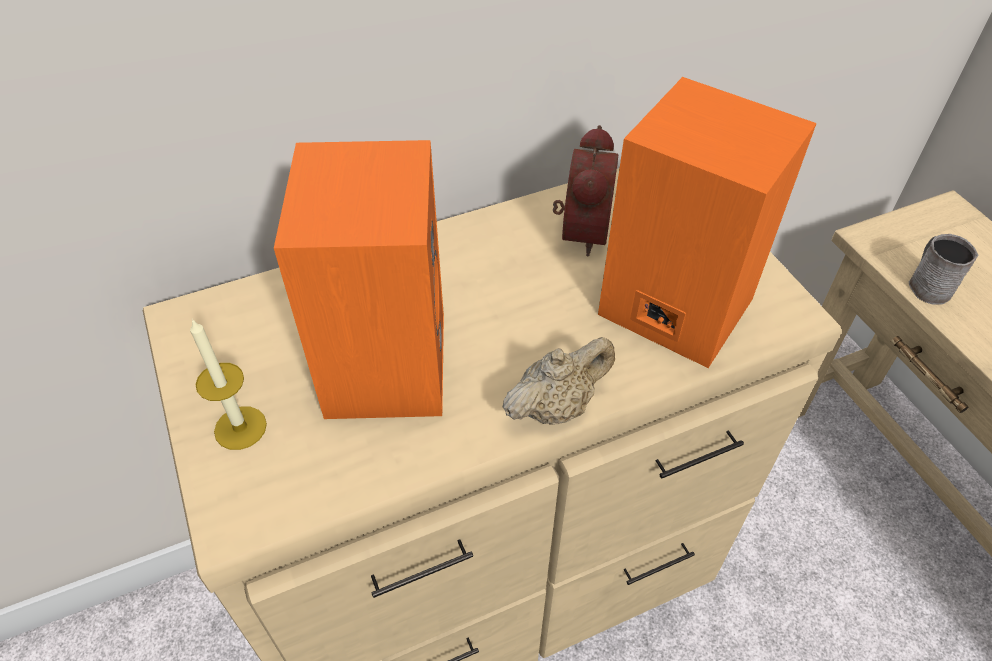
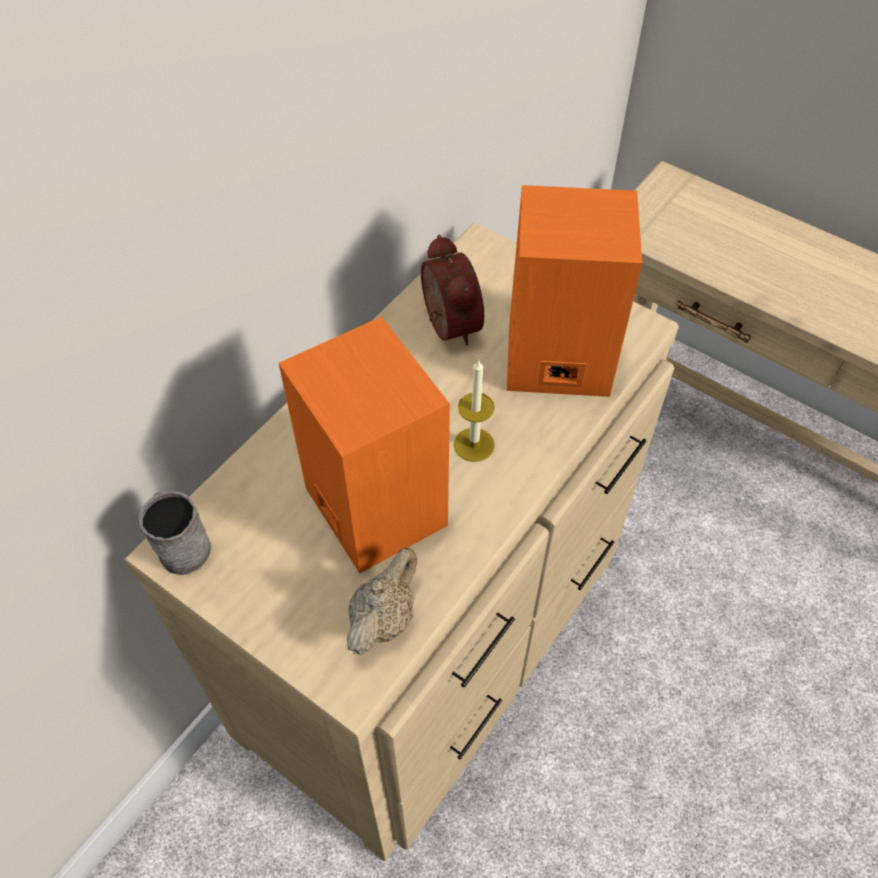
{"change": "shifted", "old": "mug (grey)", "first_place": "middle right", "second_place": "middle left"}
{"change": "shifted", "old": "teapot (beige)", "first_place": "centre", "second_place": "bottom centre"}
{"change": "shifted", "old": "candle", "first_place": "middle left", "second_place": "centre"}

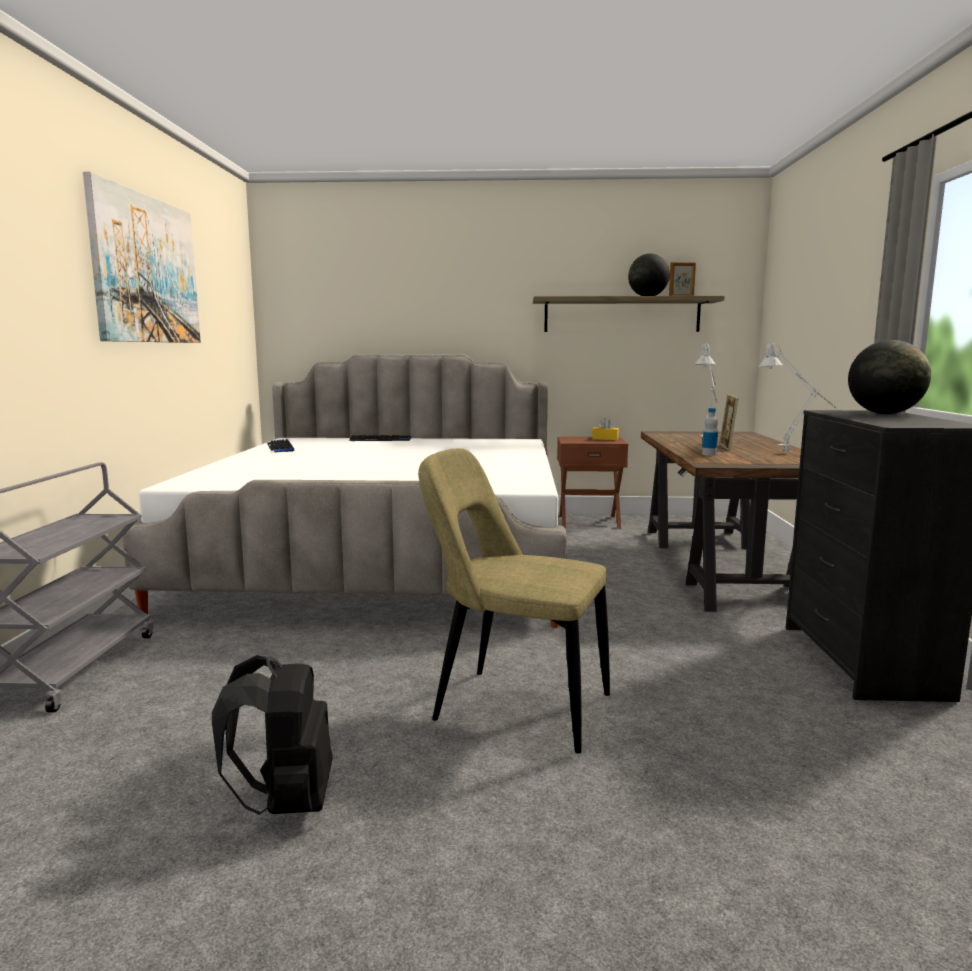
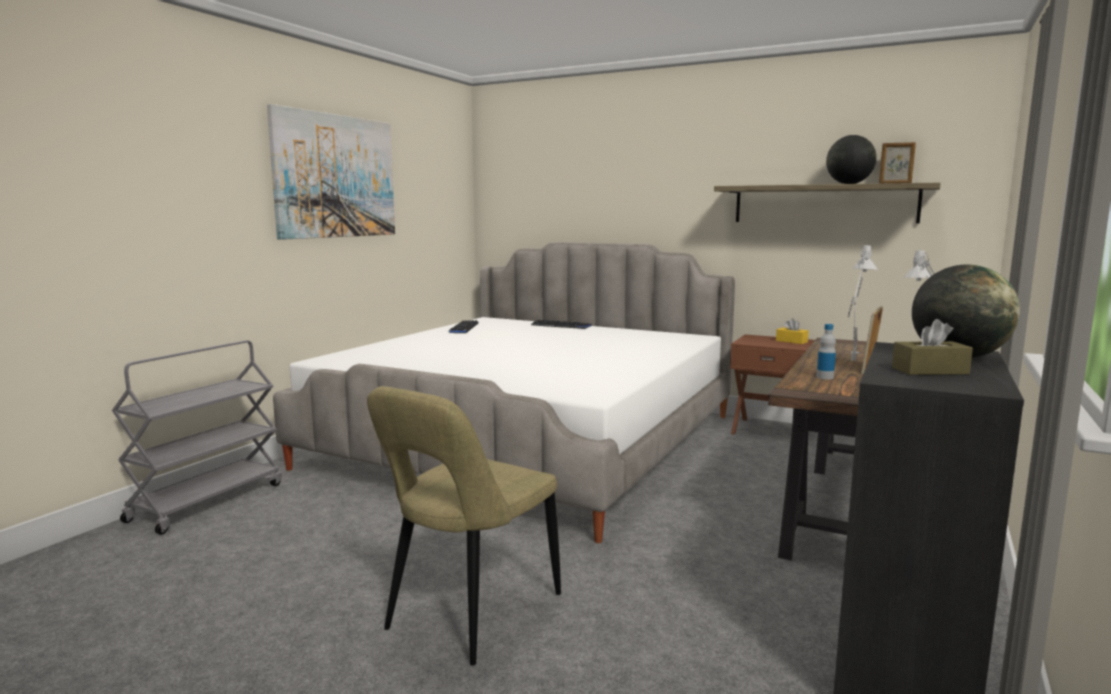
{"change": "rotated", "old": "chair (beige)", "first_place": "centre", "second_place": "bottom centre", "degrees": -105}
{"change": "new", "new": "tissue box (brown)", "second_place": "middle right"}
{"change": "gone", "old": "backpack (black)", "first_place": "bottom left"}

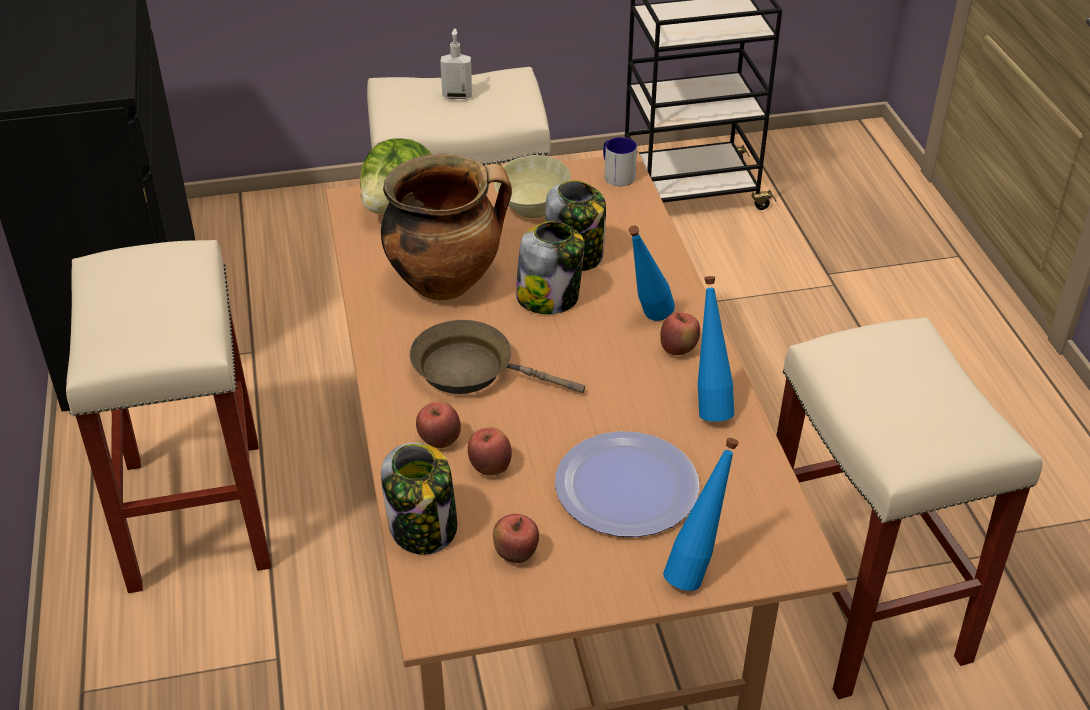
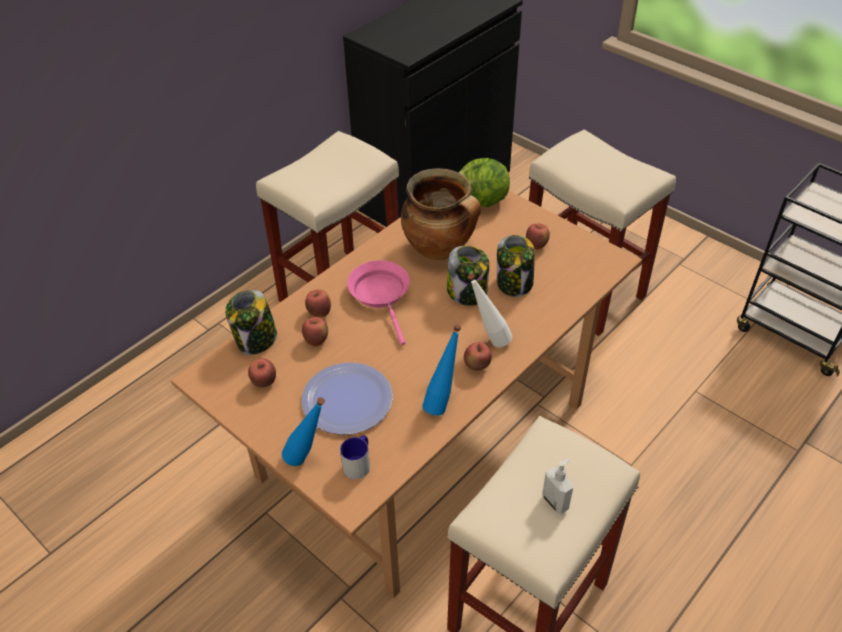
{"change": "shifted", "old": "mug", "first_place": "top centre", "second_place": "bottom centre"}
{"change": "repainted", "old": "frying pan (brown)", "new": "frying pan (pink)", "first_place": "centre", "second_place": "centre"}
{"change": "repainted", "old": "bottle (blue) (no. 1 from left)", "new": "bottle (white)", "first_place": "centre", "second_place": "centre"}
{"change": "swapped", "old": "bowl (beige)", "new": "apple (no. 5 from left)", "first_place": "top centre", "second_place": "centre"}
{"change": "shifted", "old": "soap dispenser", "first_place": "top centre", "second_place": "bottom centre"}

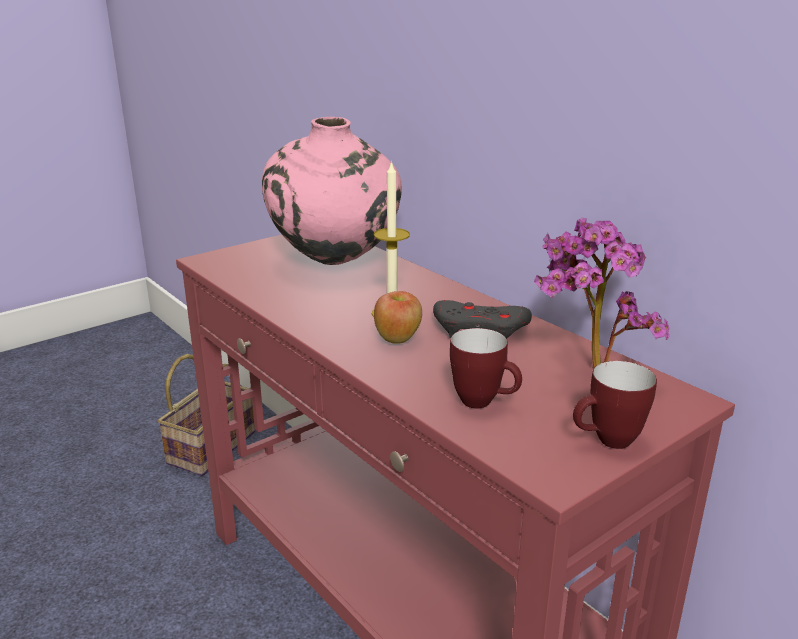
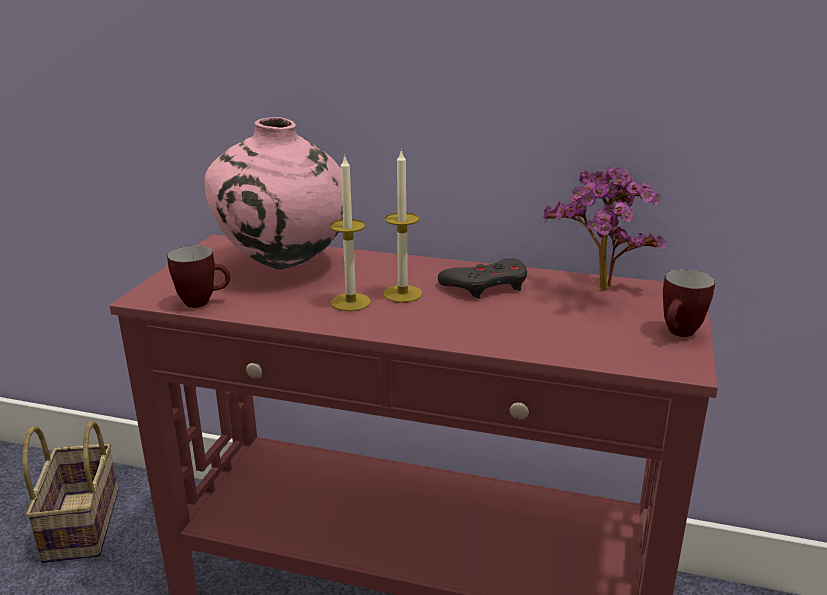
{"change": "shifted", "old": "mug (no. 1 from left)", "first_place": "centre", "second_place": "middle left"}
{"change": "new", "new": "candle (no. 1 from left)", "second_place": "centre"}
{"change": "gone", "old": "apple", "first_place": "centre"}

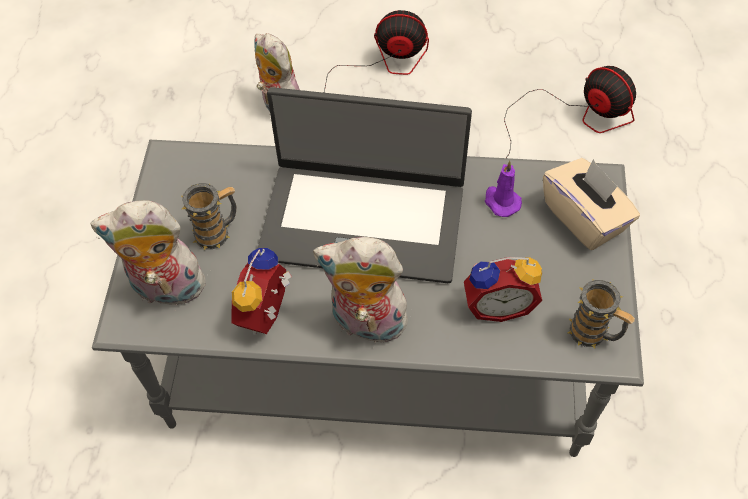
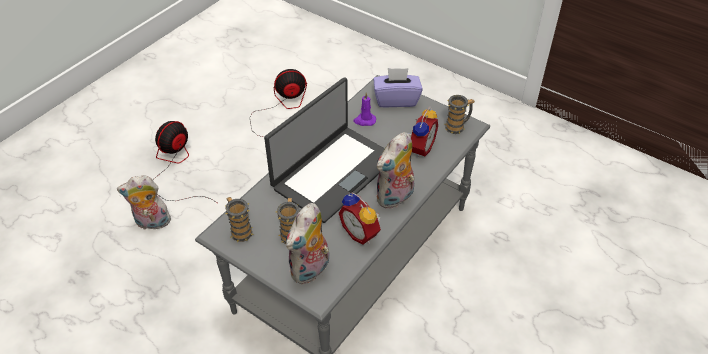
{"change": "new", "new": "mug (no. 1 from left)", "second_place": "centre"}
{"change": "repainted", "old": "tissue box (beige)", "new": "tissue box (purple)", "first_place": "middle right", "second_place": "top centre"}

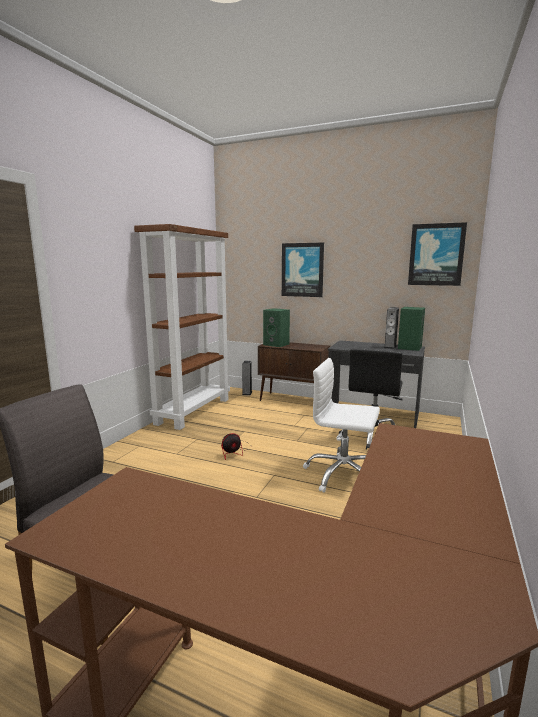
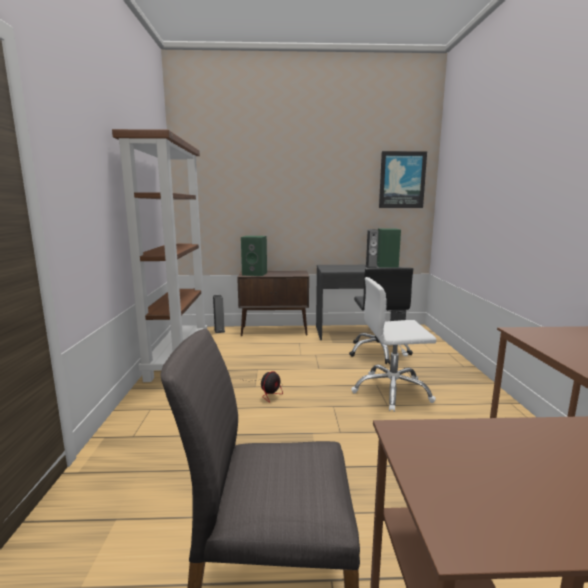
{"change": "gone", "old": "picture (no. 1 from left)", "first_place": "centre"}

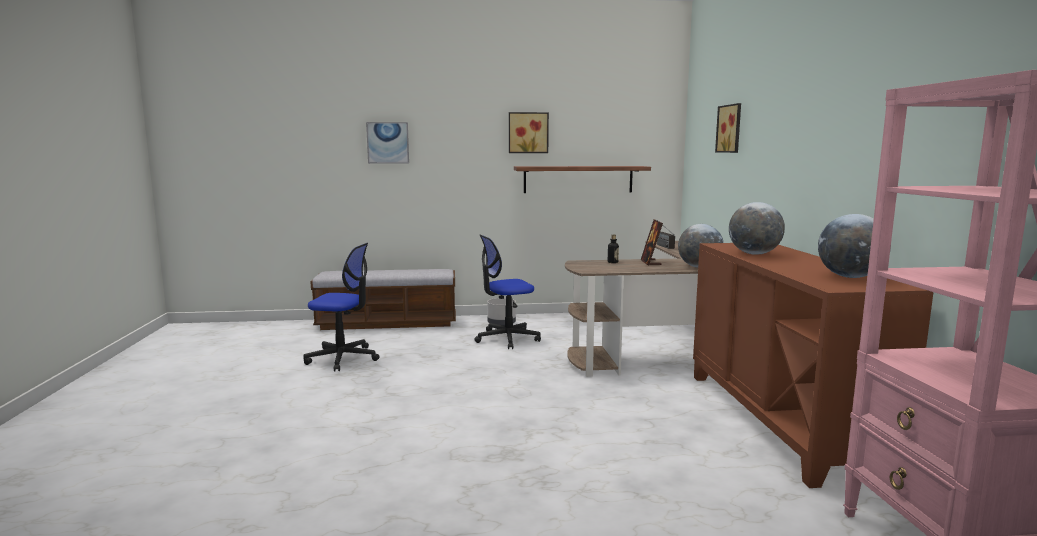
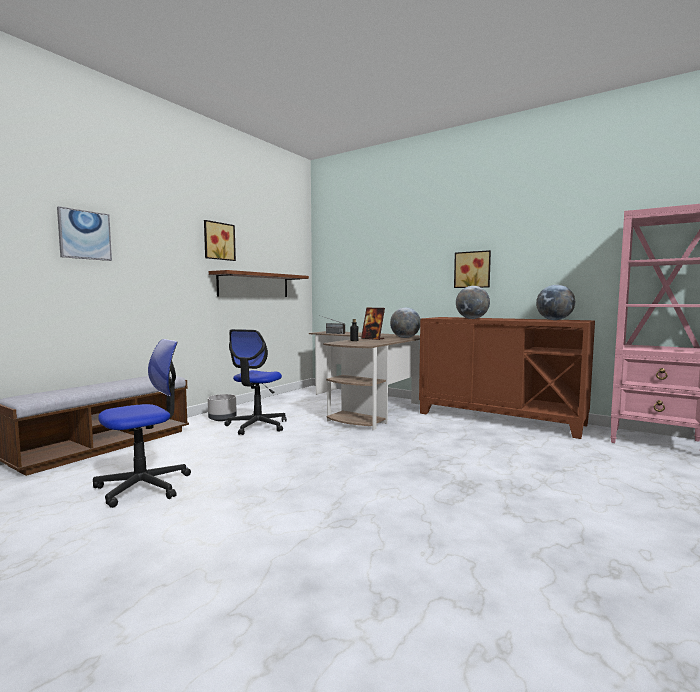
{"change": "shifted", "old": "picture (no. 3 from left)", "first_place": "top right", "second_place": "middle right"}

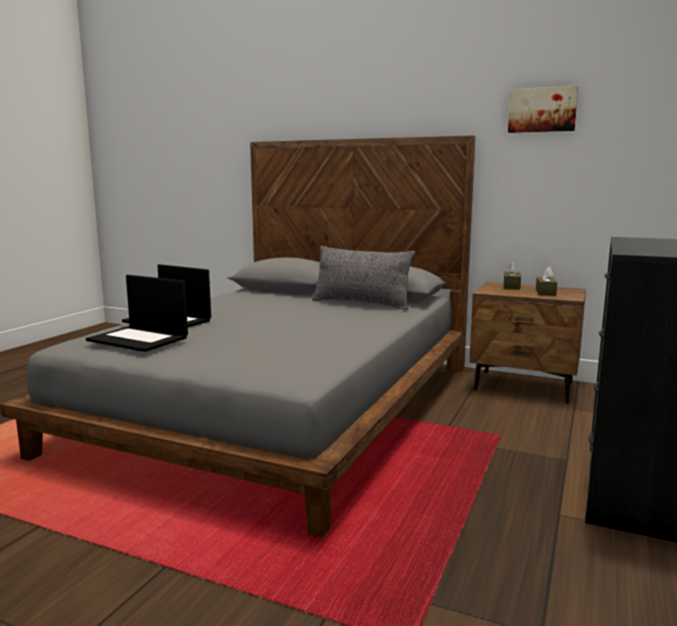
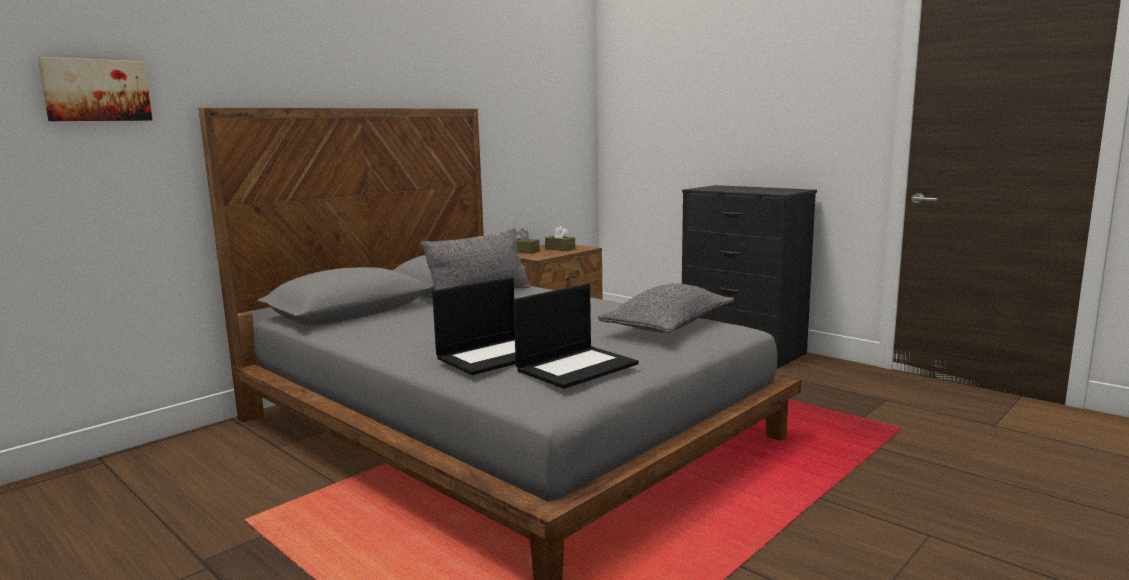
{"change": "shifted", "old": "picture", "first_place": "top right", "second_place": "top left"}
{"change": "new", "new": "pillow (grey) (no. 2 from left)", "second_place": "centre"}

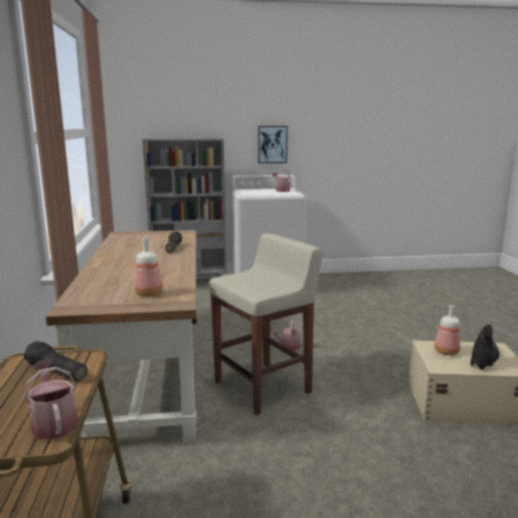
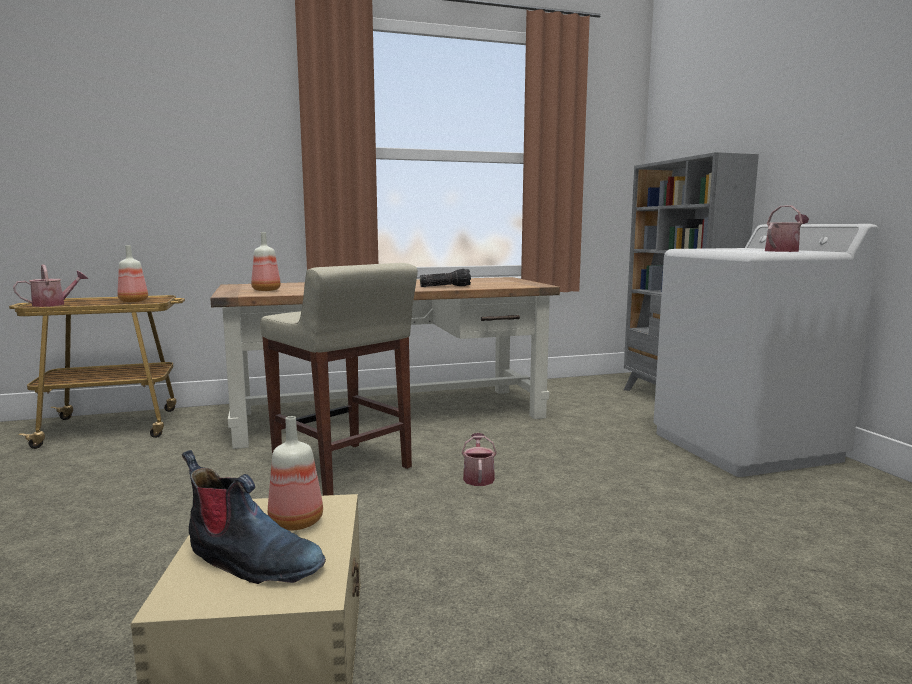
{"change": "swapped", "old": "flashlight (no. 1 from left)", "new": "bottle (no. 1 from left)", "first_place": "bottom left", "second_place": "middle left"}
{"change": "gone", "old": "picture", "first_place": "top centre"}

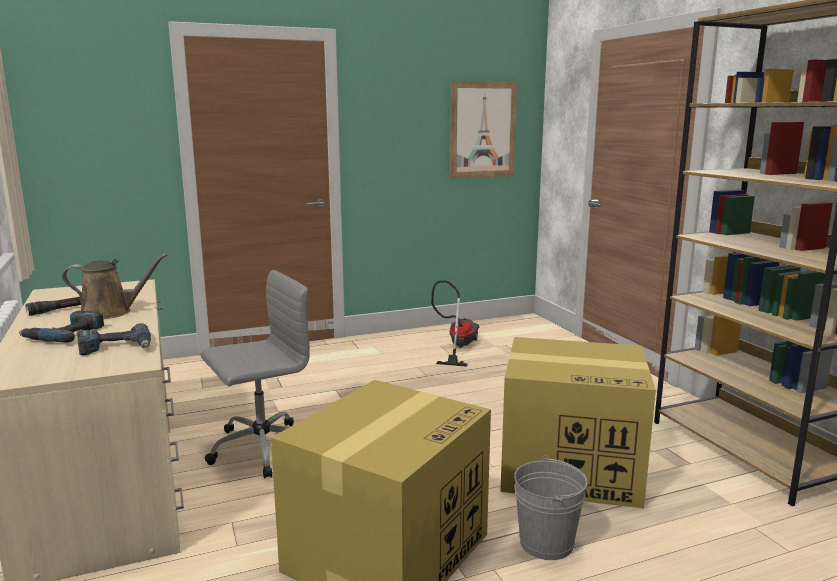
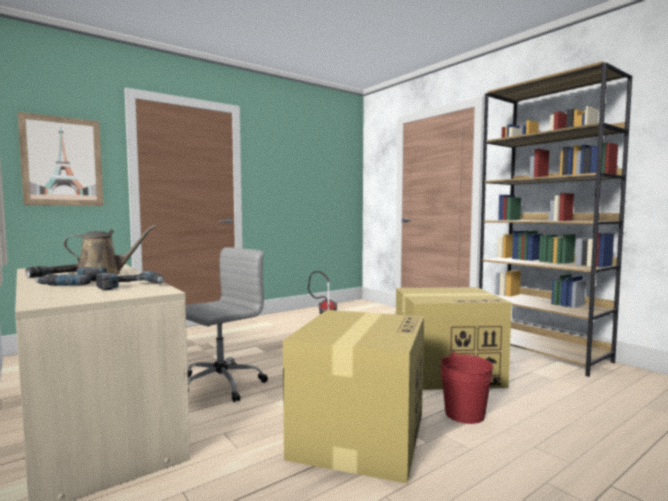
{"change": "shifted", "old": "picture", "first_place": "top centre", "second_place": "top left"}
{"change": "repainted", "old": "bucket (grey)", "new": "bucket (red)", "first_place": "bottom centre", "second_place": "bottom right"}

